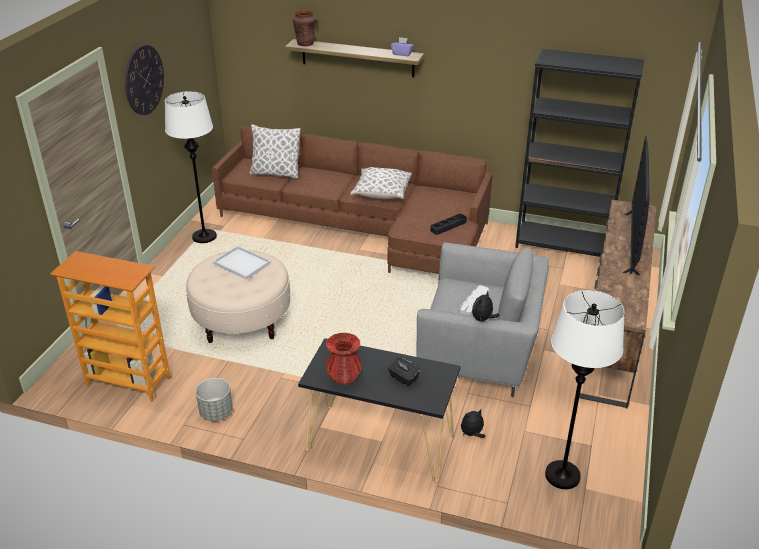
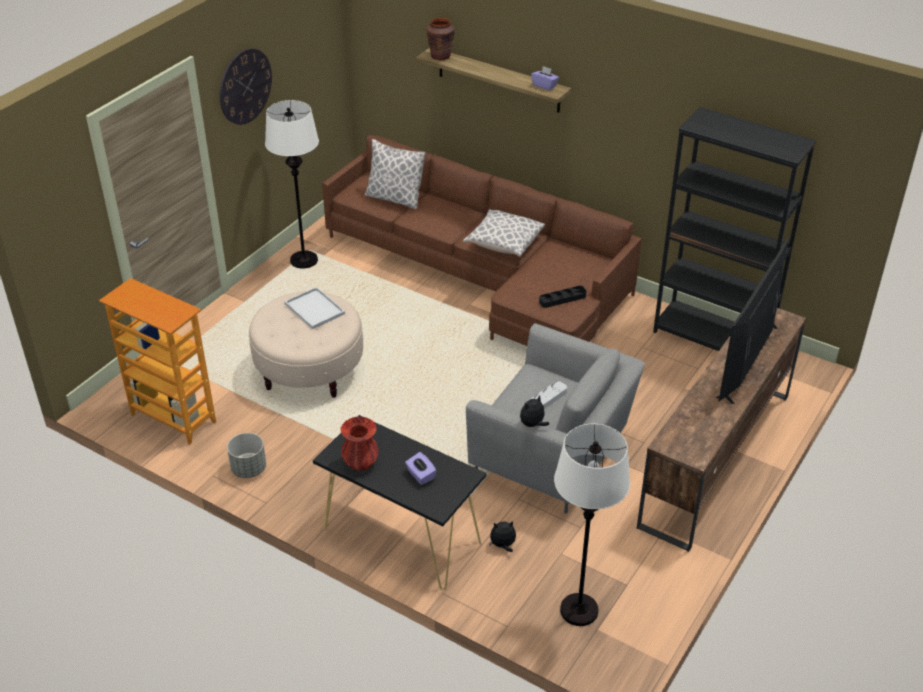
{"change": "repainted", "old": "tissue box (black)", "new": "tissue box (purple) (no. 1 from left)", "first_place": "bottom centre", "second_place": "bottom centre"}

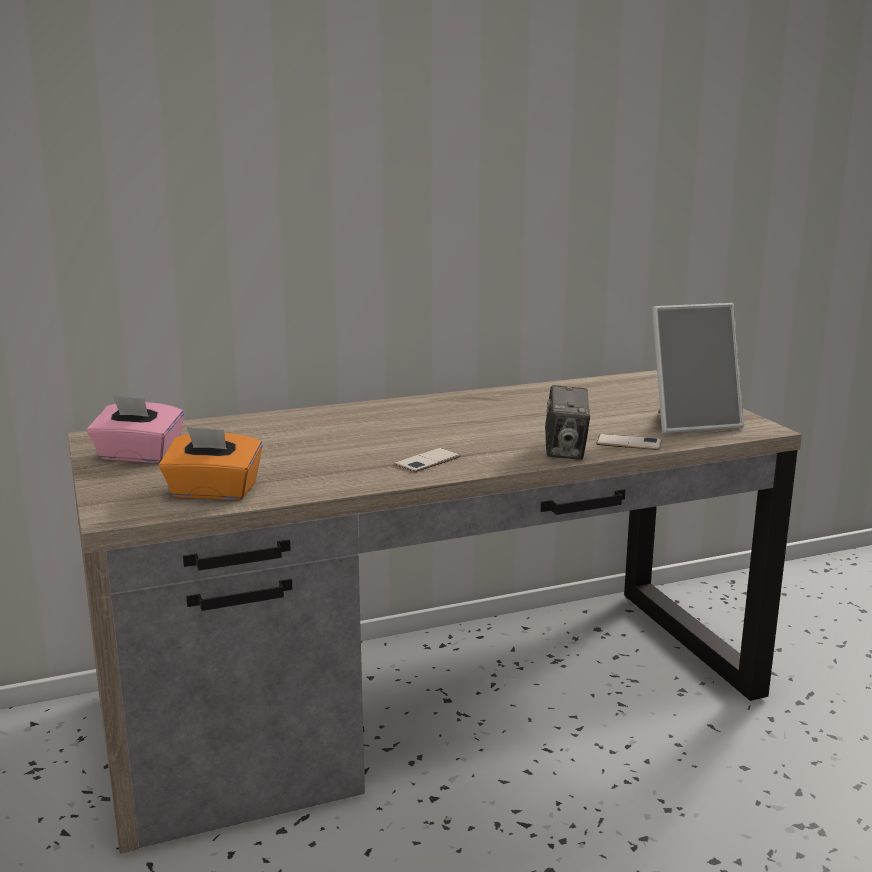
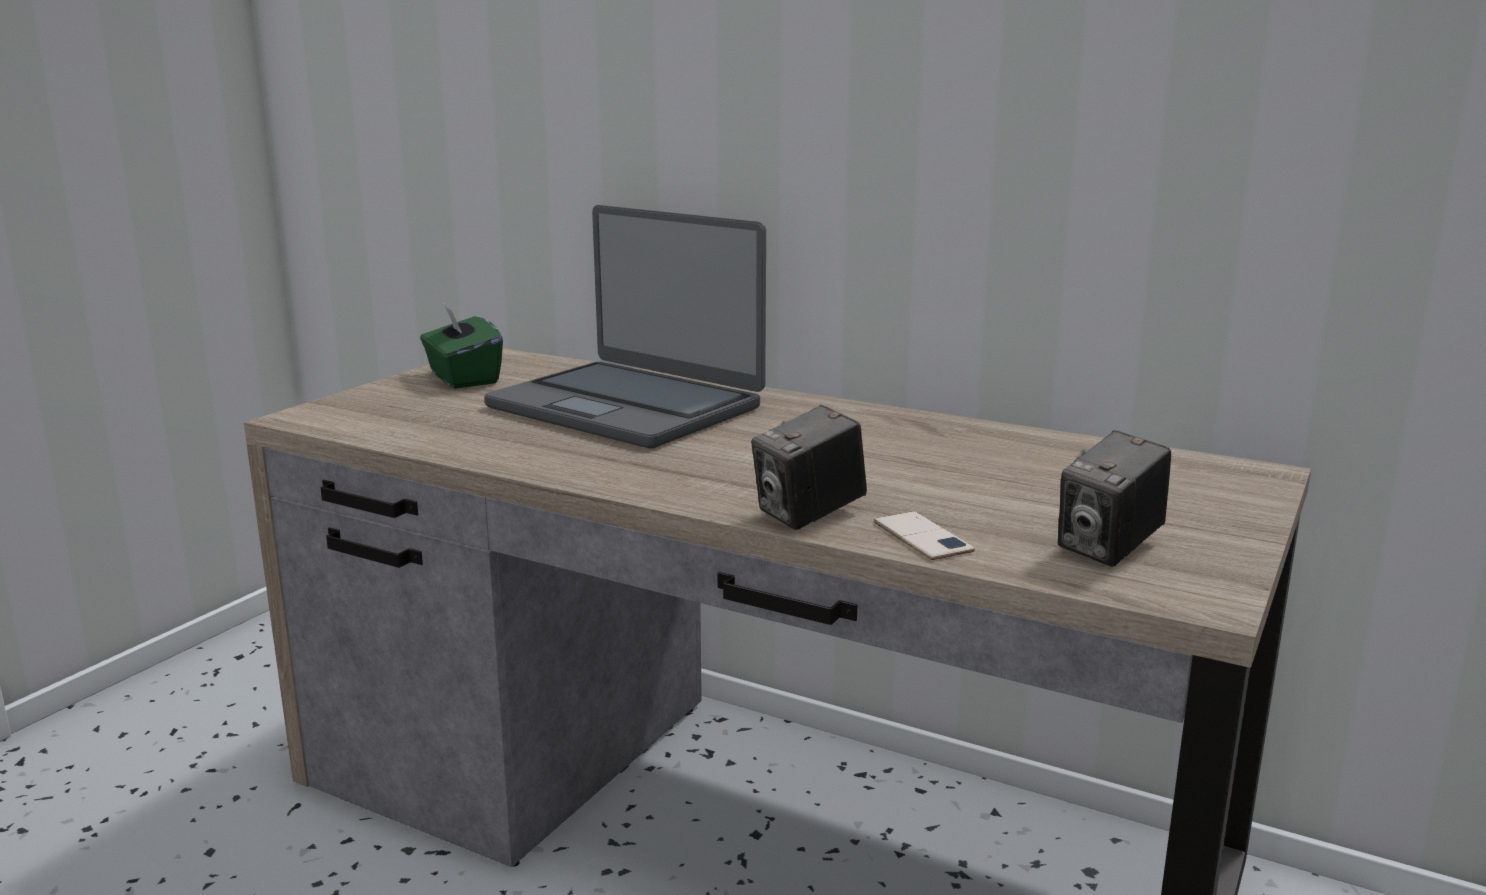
{"change": "repainted", "old": "tissue box (pink)", "new": "tissue box (green)", "first_place": "middle left", "second_place": "middle left"}
{"change": "new", "new": "laptop", "second_place": "centre"}
{"change": "swapped", "old": "picture frame", "new": "photo camera (no. 2 from left)", "first_place": "middle right", "second_place": "middle right"}
{"change": "gone", "old": "tissue box (orange)", "first_place": "middle left"}
{"change": "gone", "old": "phone (no. 1 from left)", "first_place": "centre"}

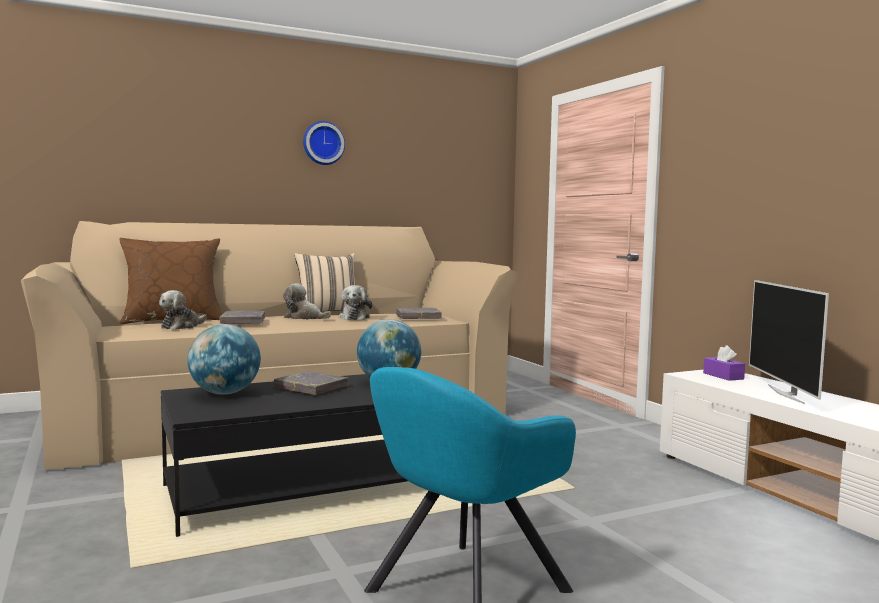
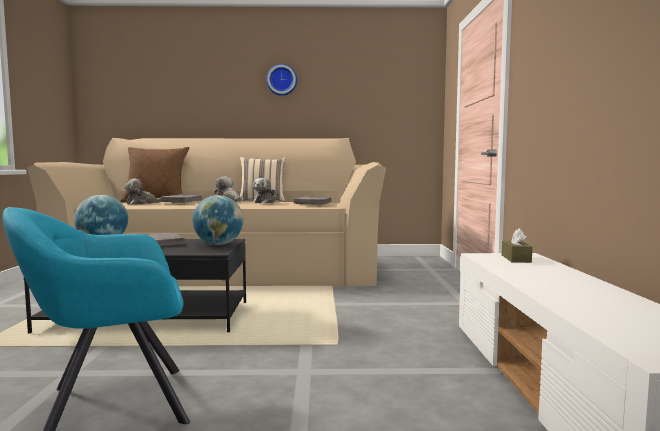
{"change": "repainted", "old": "tissue box (purple)", "new": "tissue box (brown)", "first_place": "middle right", "second_place": "middle right"}
{"change": "gone", "old": "television", "first_place": "middle right"}

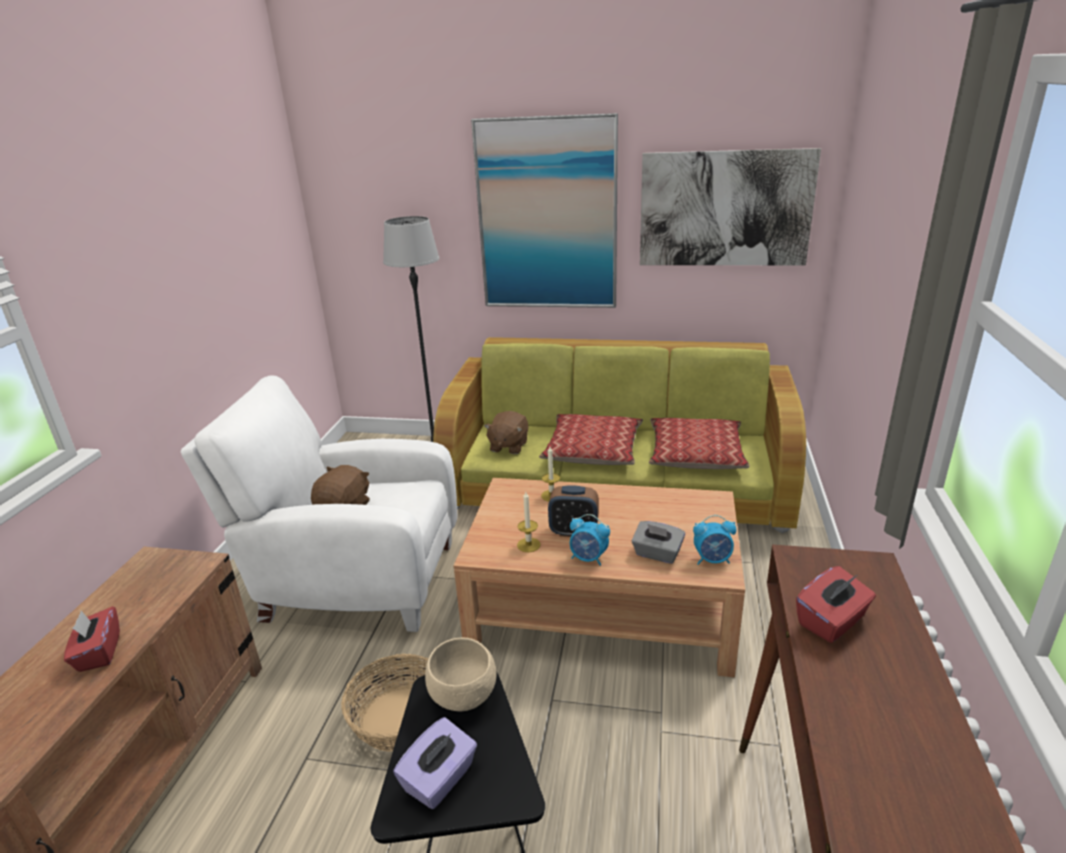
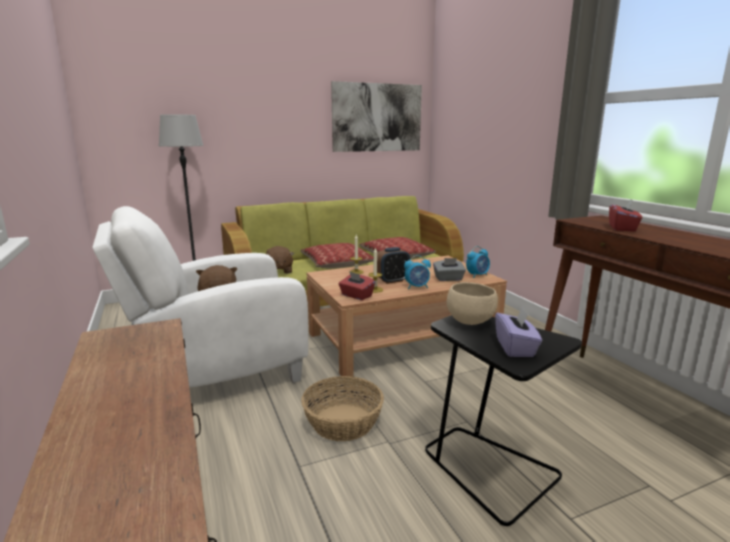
{"change": "shifted", "old": "tissue box (red) (no. 1 from left)", "first_place": "bottom left", "second_place": "centre"}
{"change": "gone", "old": "picture (no. 1 from left)", "first_place": "top centre"}

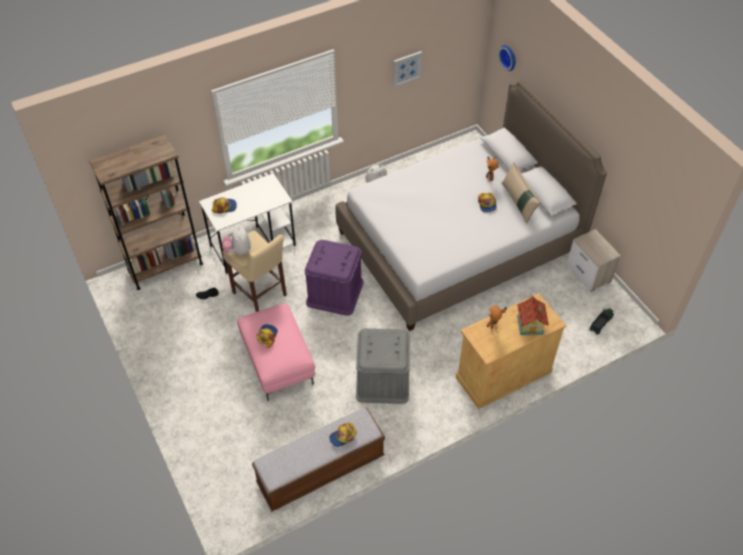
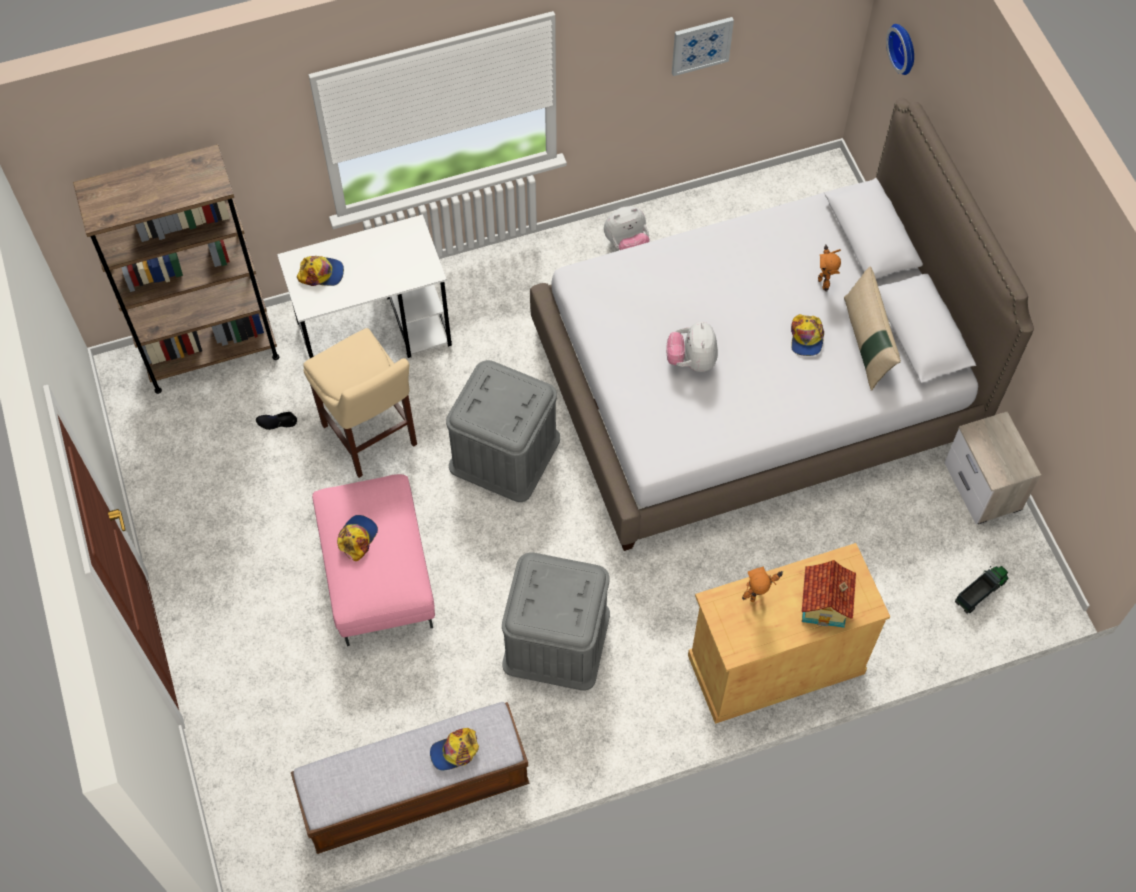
{"change": "repainted", "old": "storage box (purple)", "new": "storage box (grey) (no. 1 from left)", "first_place": "centre", "second_place": "centre"}
{"change": "shifted", "old": "plush toy (no. 1 from left in the first image)", "new": "plush toy (no. 2 from left)", "first_place": "middle left", "second_place": "centre"}

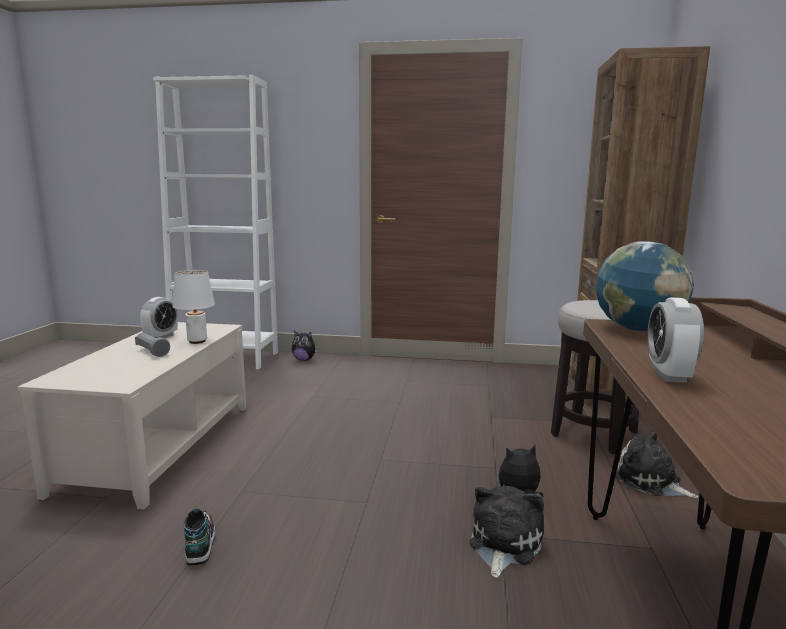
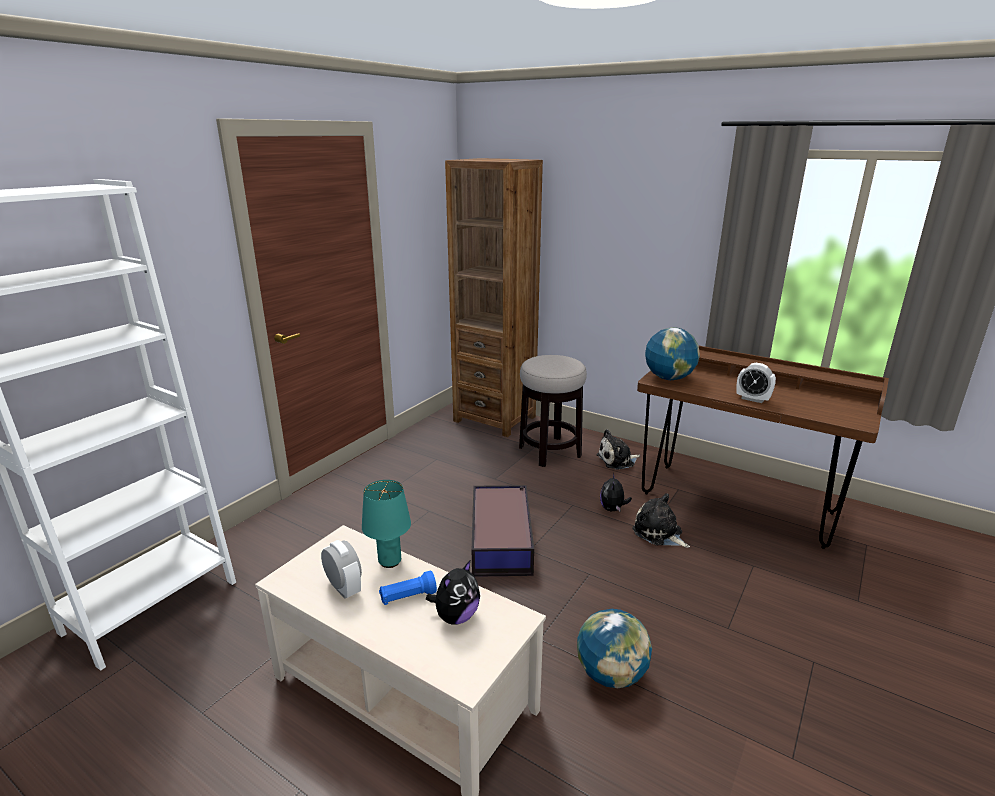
{"change": "repainted", "old": "table lamp (white)", "new": "table lamp (turquoise)", "first_place": "middle left", "second_place": "centre"}
{"change": "repainted", "old": "flashlight (grey)", "new": "flashlight (blue)", "first_place": "middle left", "second_place": "bottom centre"}
{"change": "shifted", "old": "plush toy (no. 1 from left)", "first_place": "centre", "second_place": "bottom centre"}
{"change": "new", "new": "storage box", "second_place": "bottom centre"}
{"change": "swapped", "old": "shoe", "new": "globe (no. 1 from left)", "first_place": "bottom left", "second_place": "bottom centre"}

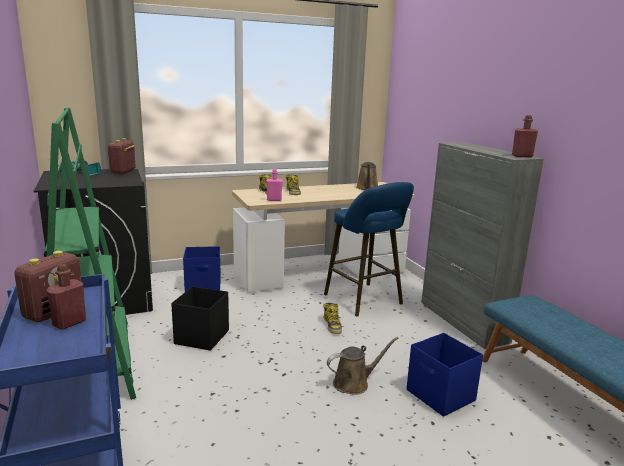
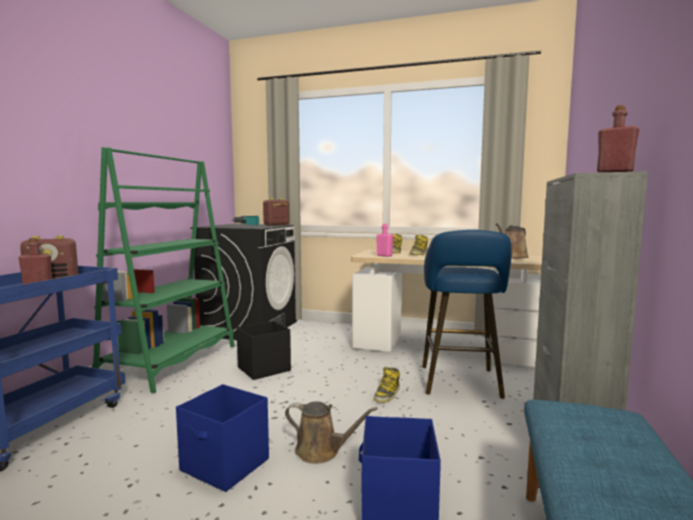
{"change": "shifted", "old": "storage box (blue) (no. 1 from left)", "first_place": "middle left", "second_place": "bottom left"}

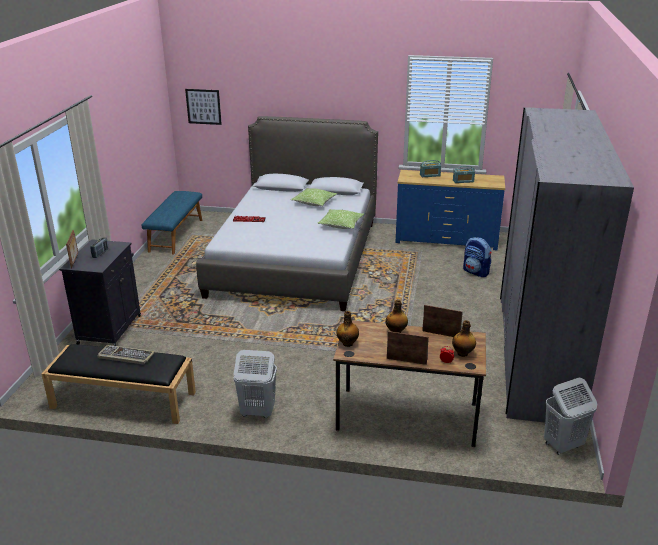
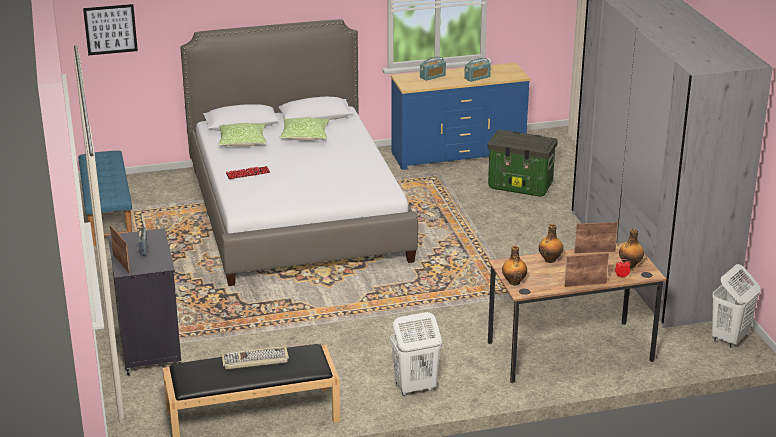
{"change": "shifted", "old": "pillow (no. 2 from left in the first image)", "new": "pillow (no. 1 from left)", "first_place": "centre", "second_place": "top left"}
{"change": "swapped", "old": "backpack", "new": "storage box", "first_place": "middle right", "second_place": "middle right"}

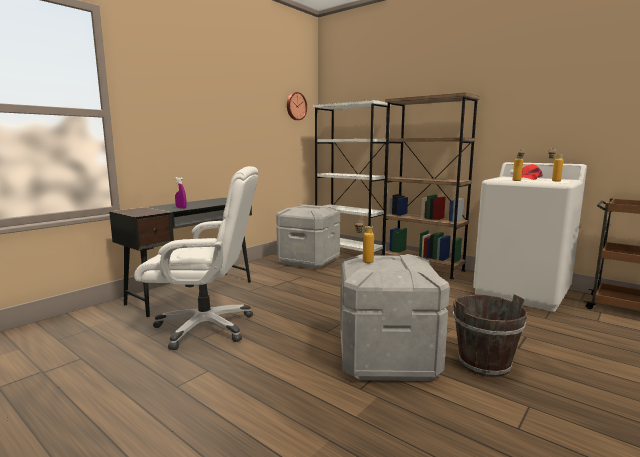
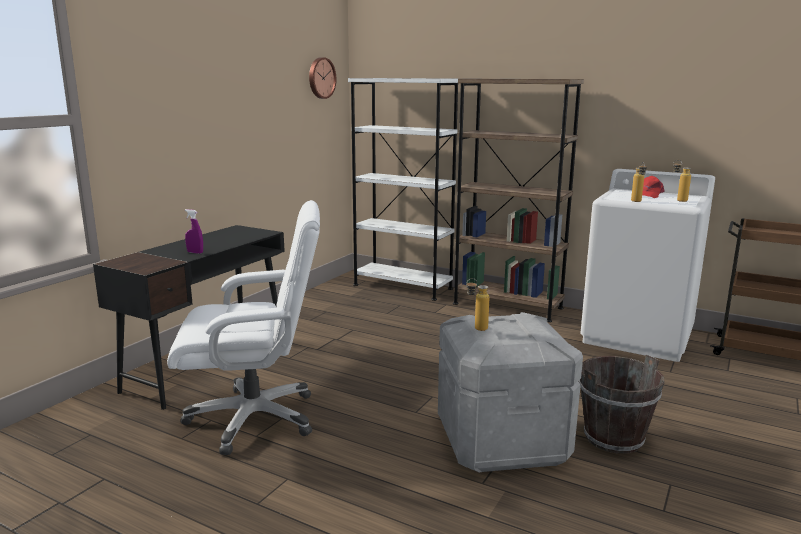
{"change": "gone", "old": "storage box (grey) (no. 1 from left)", "first_place": "centre"}

